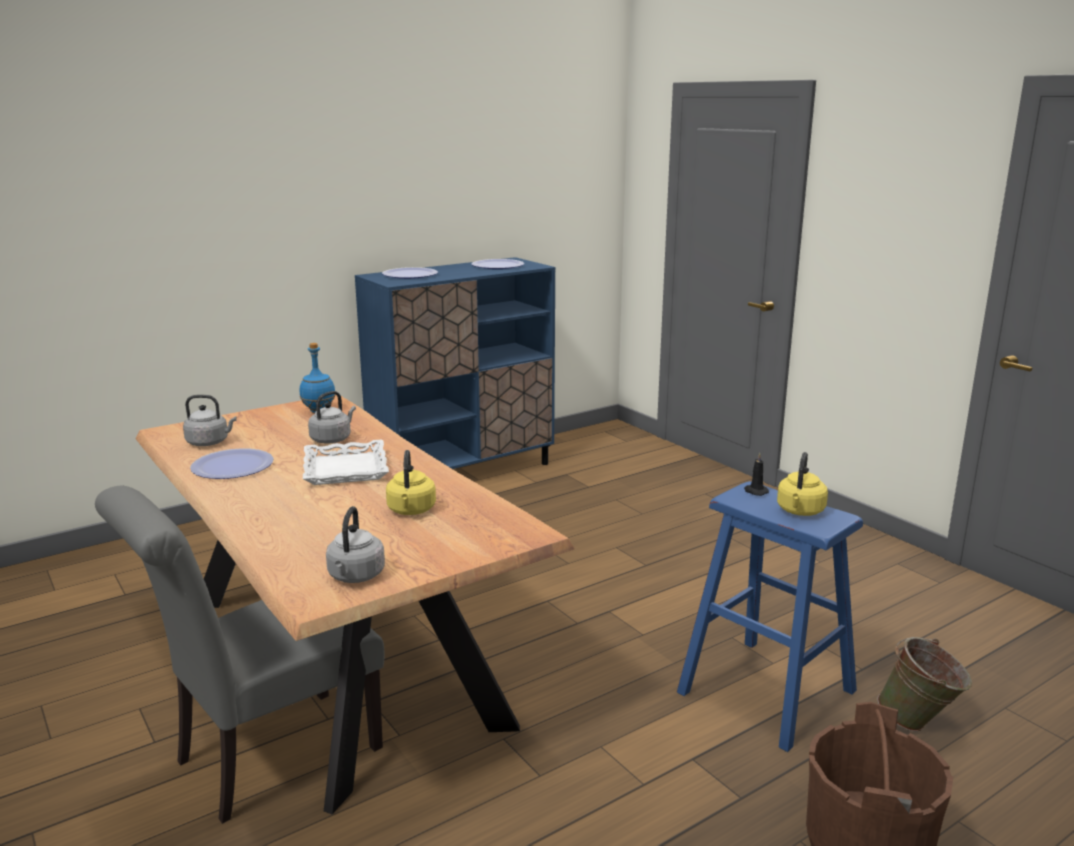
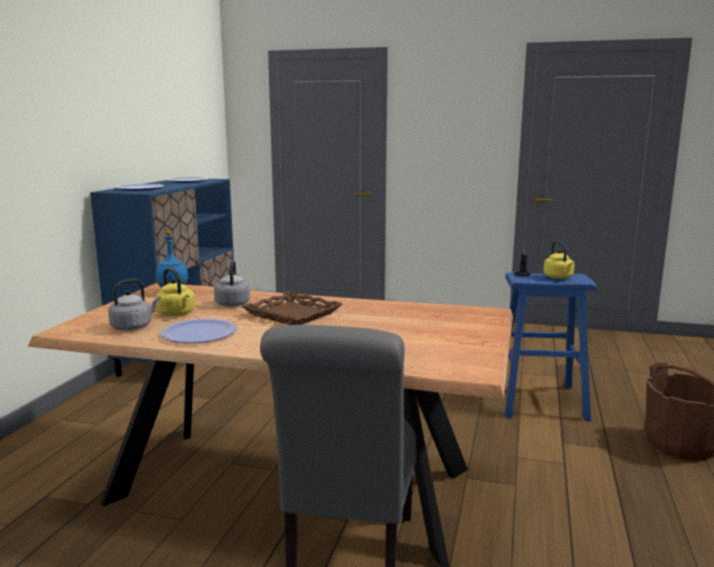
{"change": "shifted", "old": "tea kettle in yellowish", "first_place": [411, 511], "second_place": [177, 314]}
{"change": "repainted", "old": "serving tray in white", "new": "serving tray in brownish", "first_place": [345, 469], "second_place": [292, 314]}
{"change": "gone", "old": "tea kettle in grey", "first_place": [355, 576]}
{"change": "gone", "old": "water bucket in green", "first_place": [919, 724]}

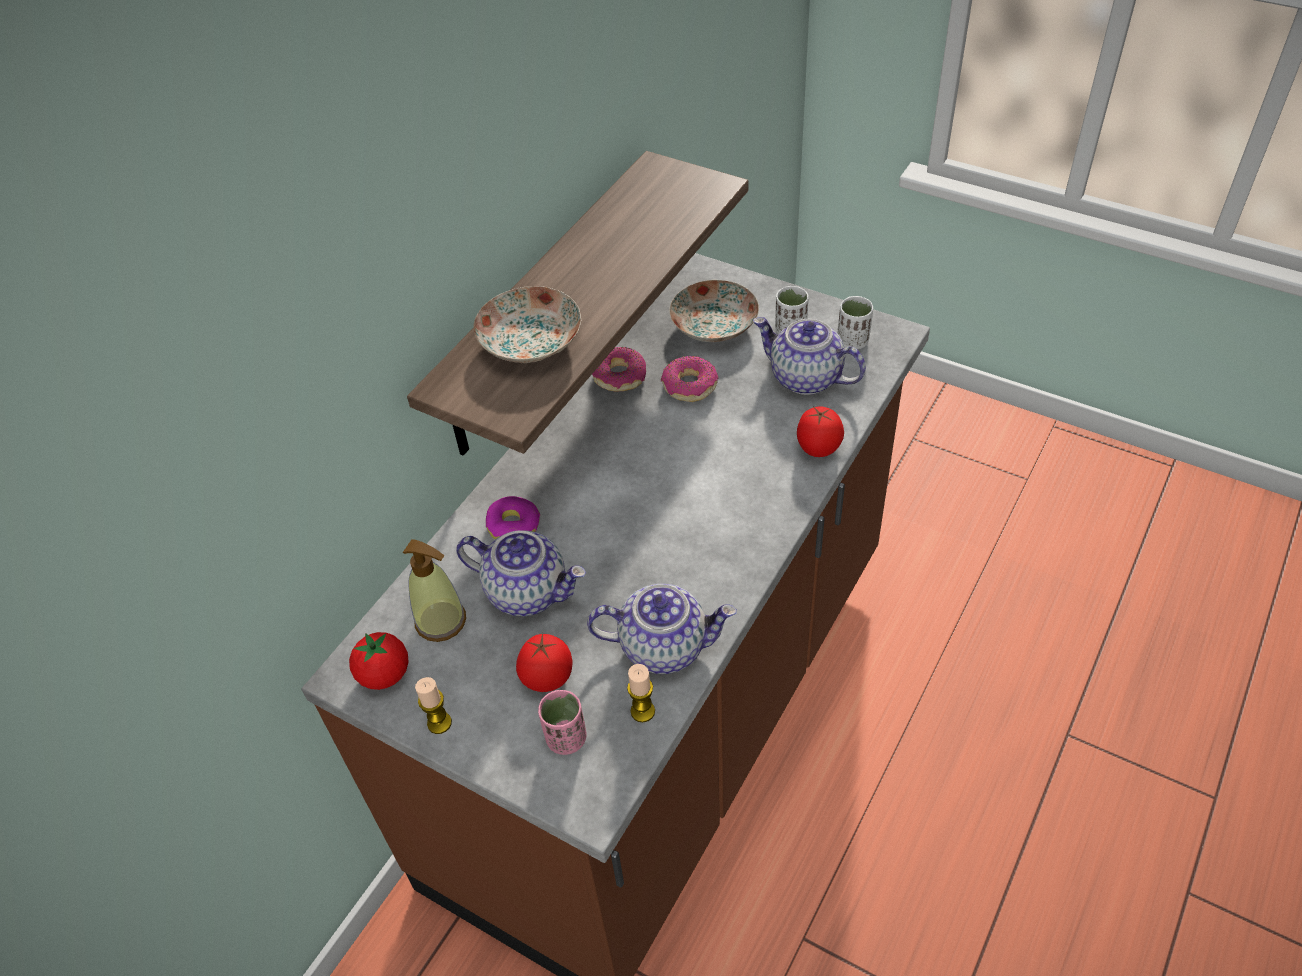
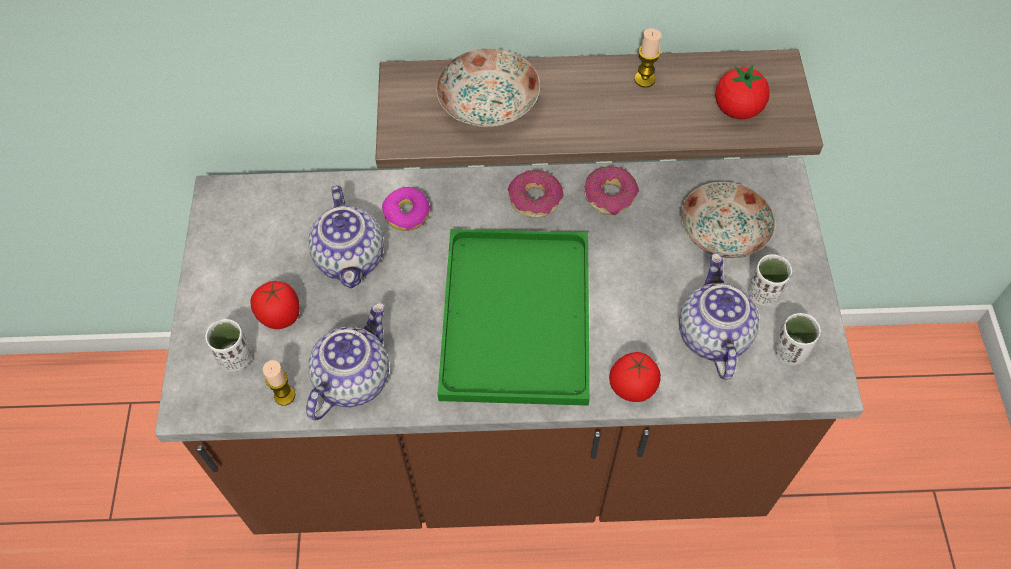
{"change": "repainted", "old": "small cup in pink-coloured", "new": "small cup in white", "first_place": [566, 738], "second_place": [235, 358]}
{"change": "rotated", "old": "teapot", "first_place": [664, 646], "second_place": [352, 378], "degrees": -120}
{"change": "new", "new": "serving tray in green", "second_place": [518, 320]}
{"change": "shifted", "old": "doughnut", "first_place": [689, 386], "second_place": [535, 199]}
{"change": "shifted", "old": "wax candle", "first_place": [439, 723], "second_place": [644, 79]}
{"change": "shifted", "old": "whole tomato", "first_place": [384, 674], "second_place": [737, 109]}
{"change": "gone", "old": "soap bottle", "first_place": [441, 621]}

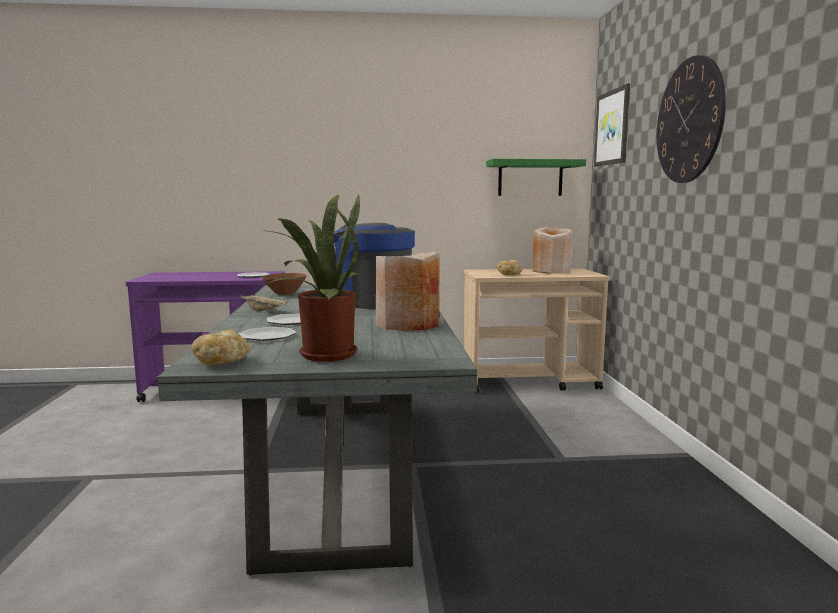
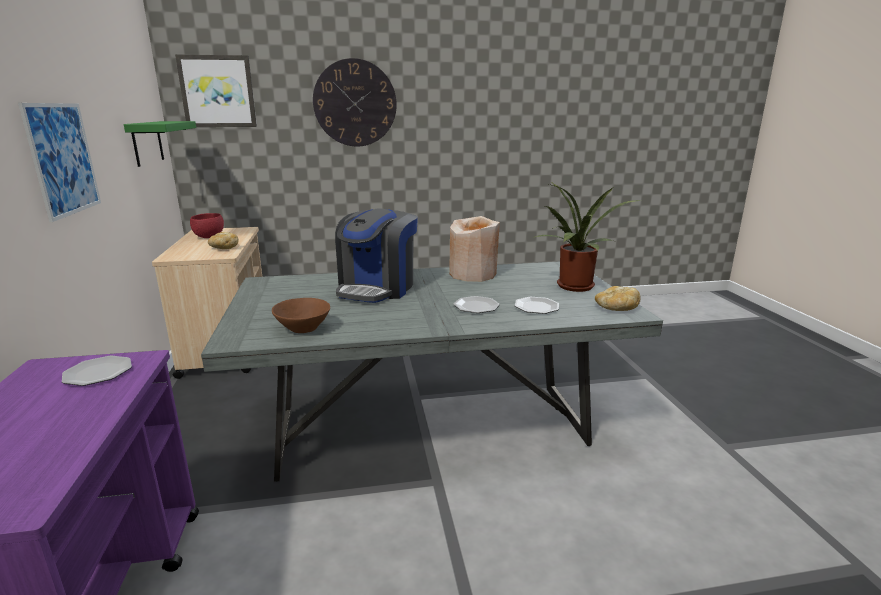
{"change": "new", "new": "picture", "second_place": [63, 159]}
{"change": "swapped", "old": "flower vase in sand-coloured", "new": "deep dish in reddish", "first_place": [551, 271], "second_place": [208, 237]}
{"change": "gone", "old": "serving tray in sand-coloured", "first_place": [265, 311]}

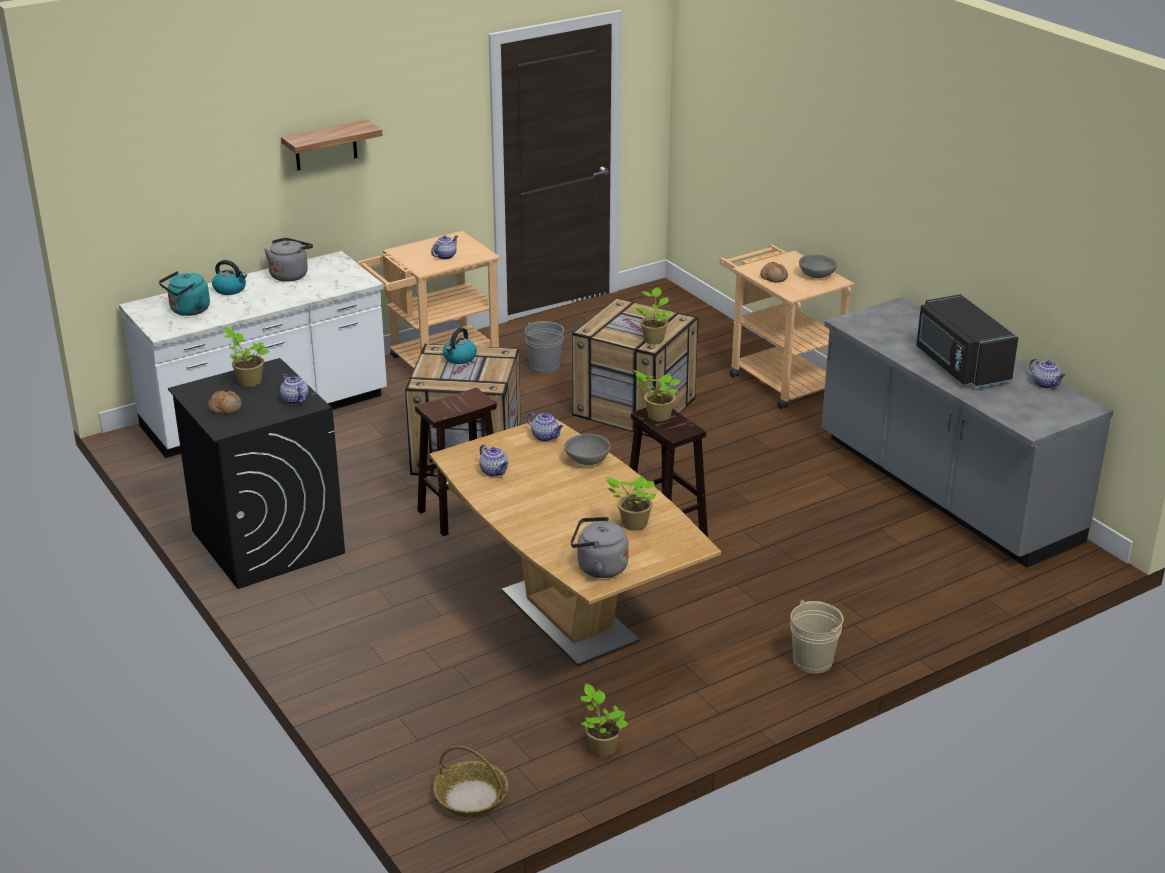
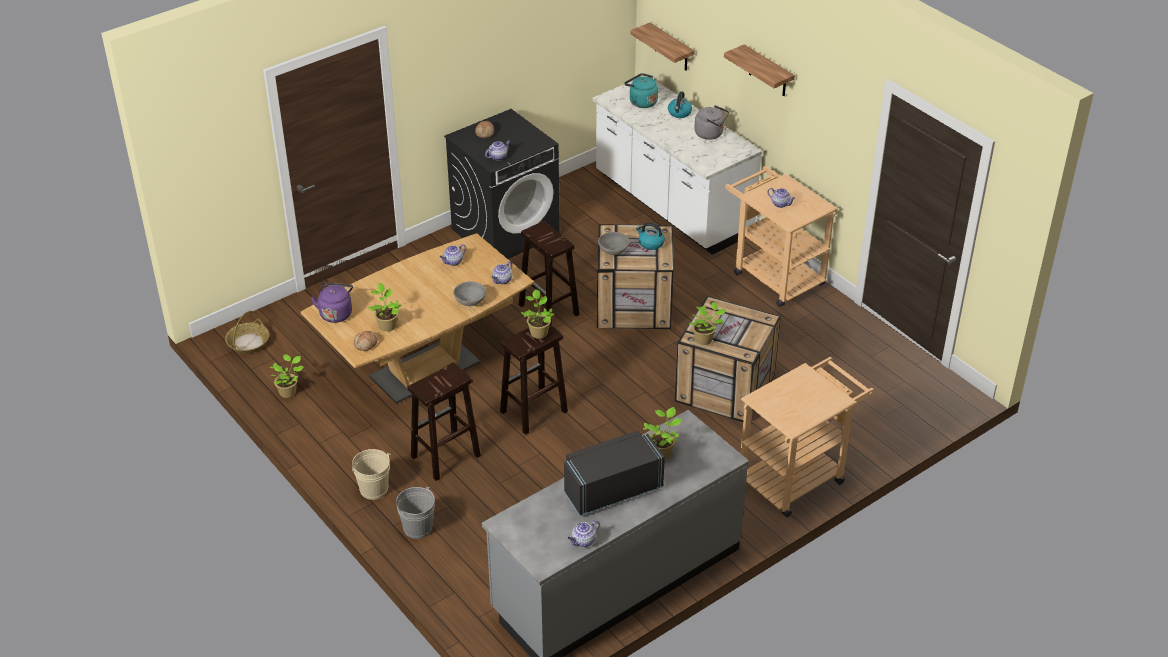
{"change": "repainted", "old": "tea kettle in grey", "new": "tea kettle in purple", "first_place": [598, 567], "second_place": [336, 313]}
{"change": "shifted", "old": "bread", "first_place": [774, 277], "second_place": [366, 344]}
{"change": "shifted", "old": "water bucket in grey", "first_place": [544, 367], "second_place": [417, 528]}
{"change": "new", "new": "sitting stool in brownish", "second_place": [445, 457]}
{"change": "shifted", "old": "deep dish in grey", "first_place": [817, 275], "second_place": [613, 251]}
{"change": "new", "new": "wall shelf", "second_place": [671, 48]}
{"change": "shifted", "old": "plant in a pot", "first_place": [248, 381], "second_place": [662, 452]}

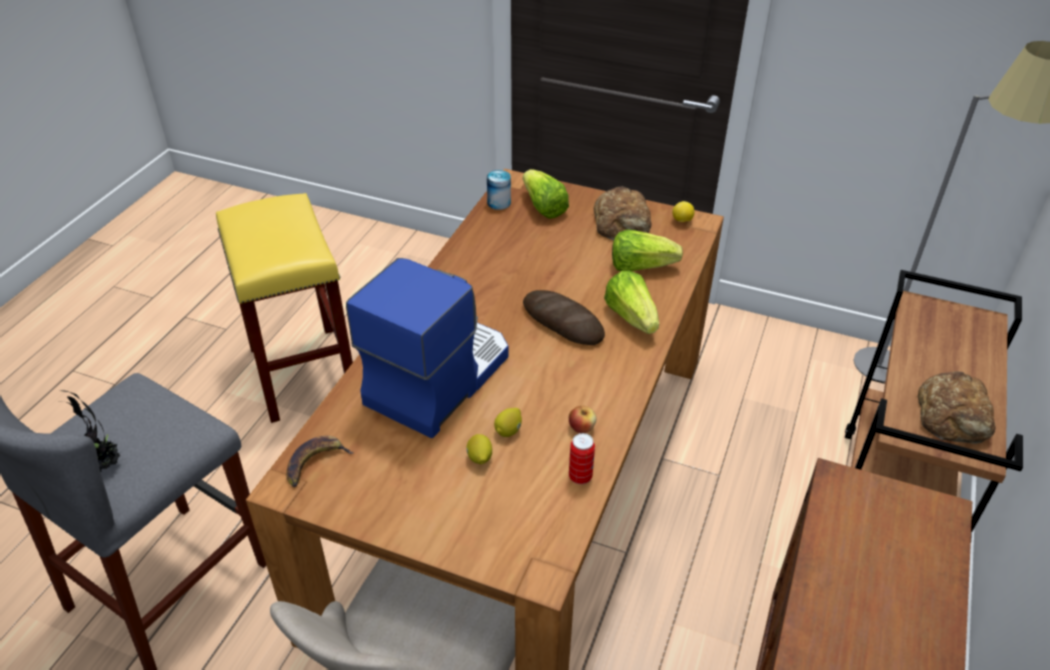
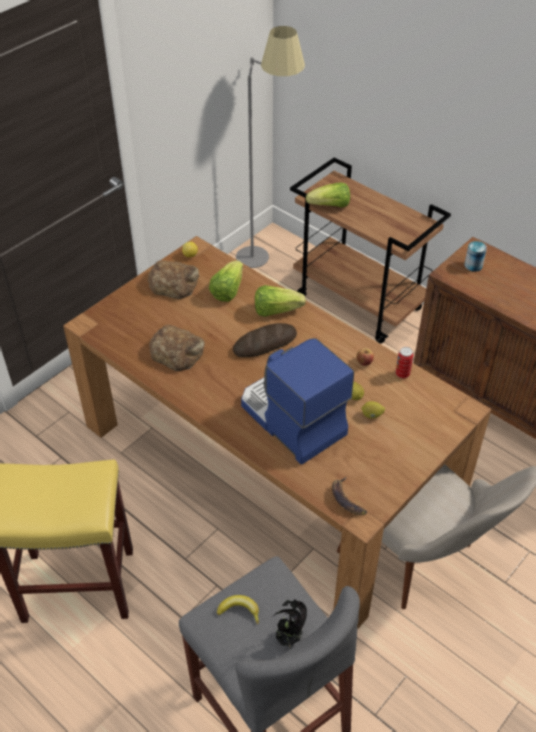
{"change": "shifted", "old": "bread", "first_place": [954, 415], "second_place": [177, 351]}
{"change": "new", "new": "banana", "second_place": [239, 610]}
{"change": "shifted", "old": "lettuce head", "first_place": [543, 207], "second_place": [330, 206]}
{"change": "shifted", "old": "can", "first_place": [499, 203], "second_place": [473, 265]}

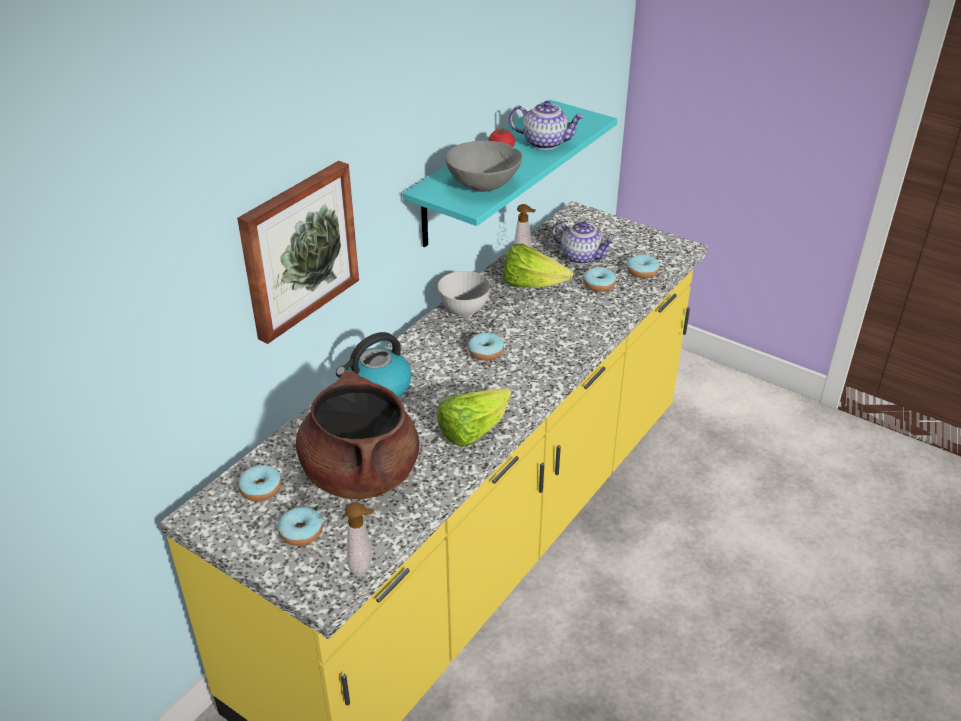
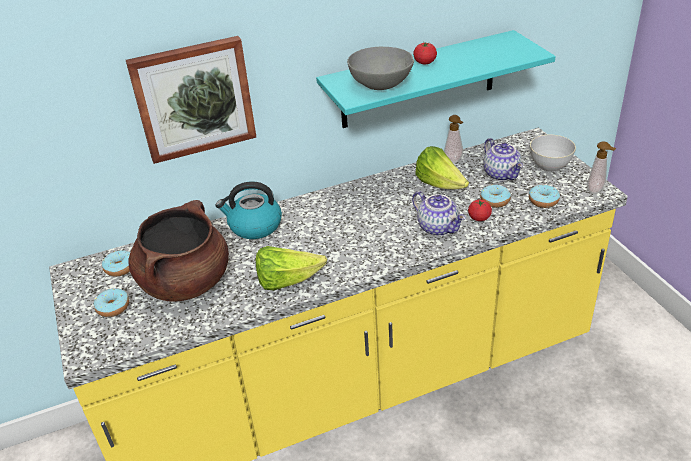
{"change": "shifted", "old": "teapot", "first_place": [545, 143], "second_place": [438, 227]}
{"change": "new", "new": "whole tomato", "second_place": [479, 218]}
{"change": "shifted", "old": "deep dish in grey", "first_place": [464, 309], "second_place": [549, 166]}
{"change": "shifted", "old": "soap bottle", "first_place": [363, 566], "second_place": [596, 191]}
{"change": "gone", "old": "doughnut", "first_place": [486, 352]}

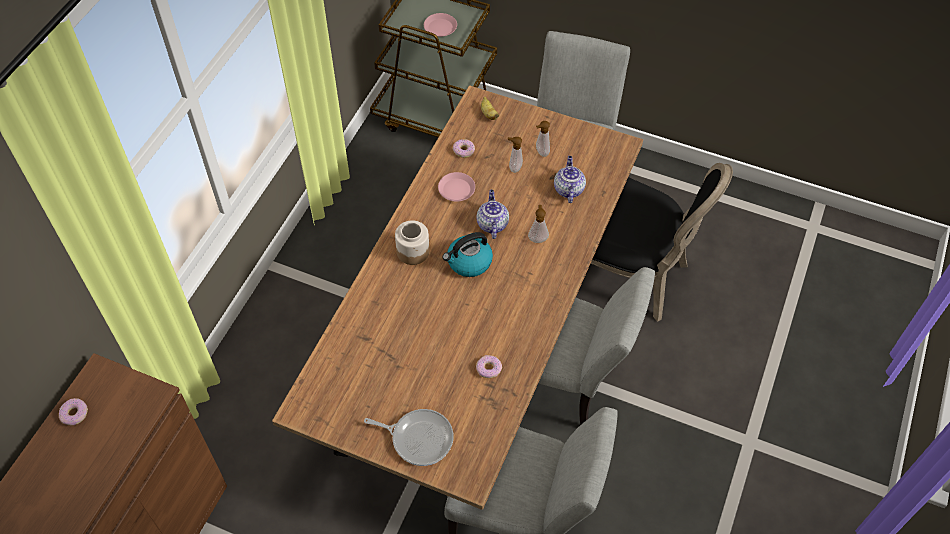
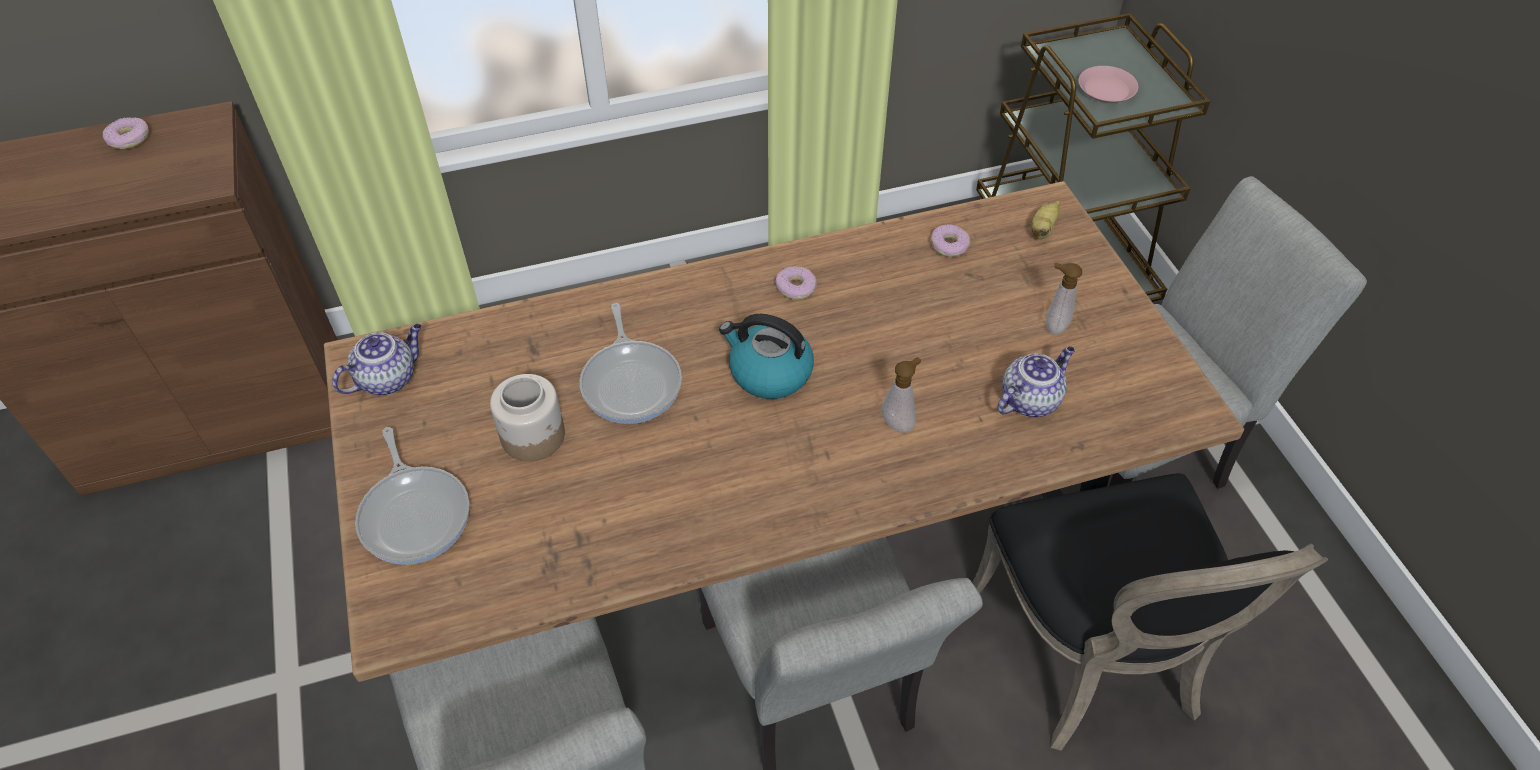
{"change": "shifted", "old": "teapot", "first_place": [492, 224], "second_place": [388, 378]}
{"change": "shifted", "old": "jar", "first_place": [413, 251], "second_place": [534, 436]}
{"change": "new", "new": "pan", "second_place": [631, 382]}
{"change": "shifted", "old": "doughnut", "first_place": [488, 368], "second_place": [796, 287]}
{"change": "gone", "old": "dinner plate in pink-coloured", "first_place": [456, 189]}
{"change": "gone", "old": "soap bottle", "first_place": [514, 168]}

